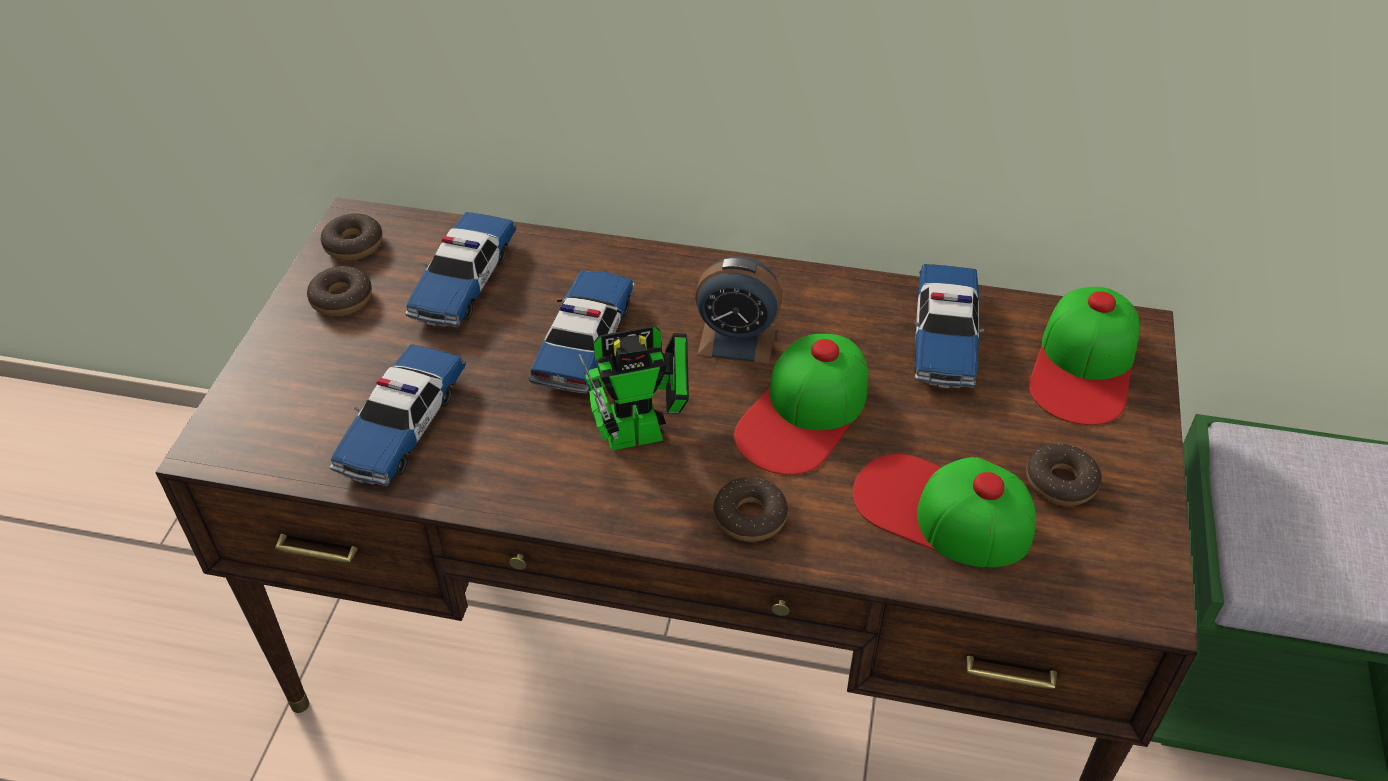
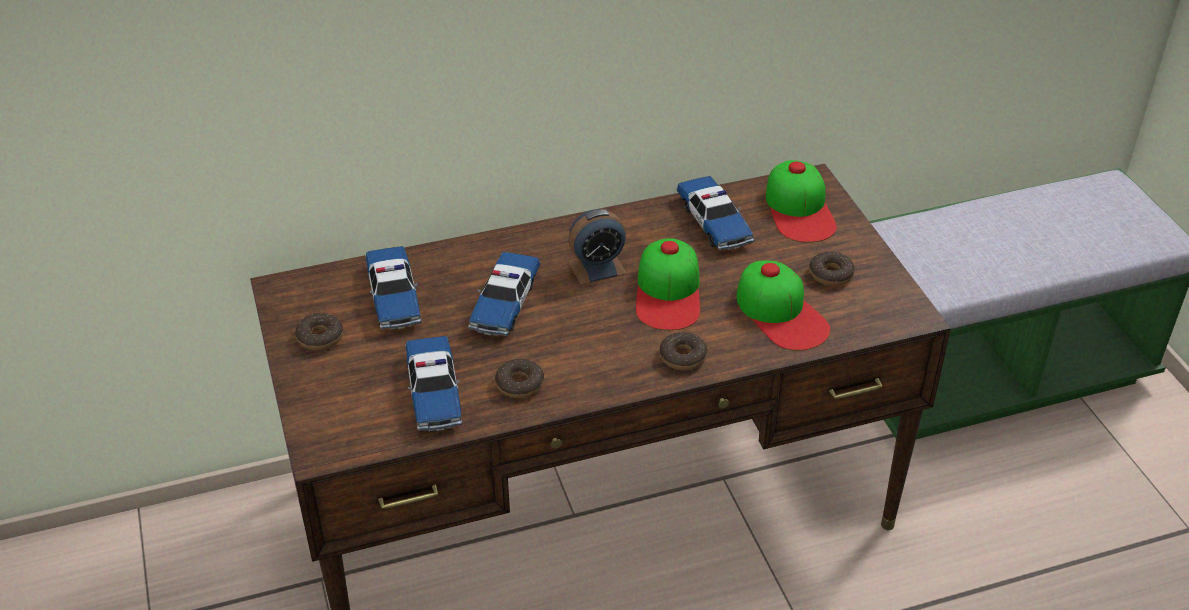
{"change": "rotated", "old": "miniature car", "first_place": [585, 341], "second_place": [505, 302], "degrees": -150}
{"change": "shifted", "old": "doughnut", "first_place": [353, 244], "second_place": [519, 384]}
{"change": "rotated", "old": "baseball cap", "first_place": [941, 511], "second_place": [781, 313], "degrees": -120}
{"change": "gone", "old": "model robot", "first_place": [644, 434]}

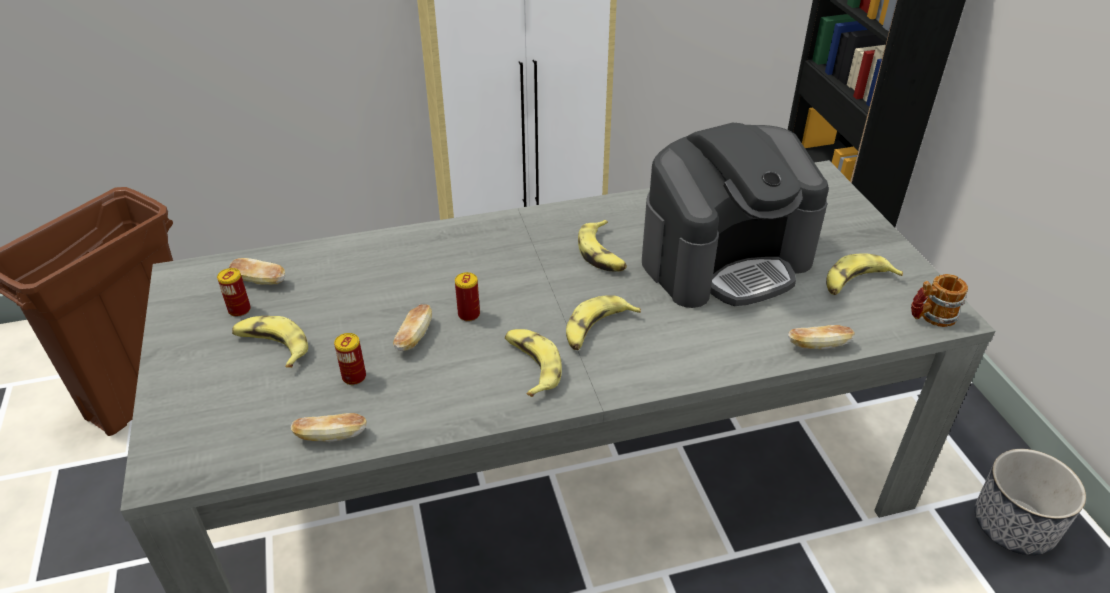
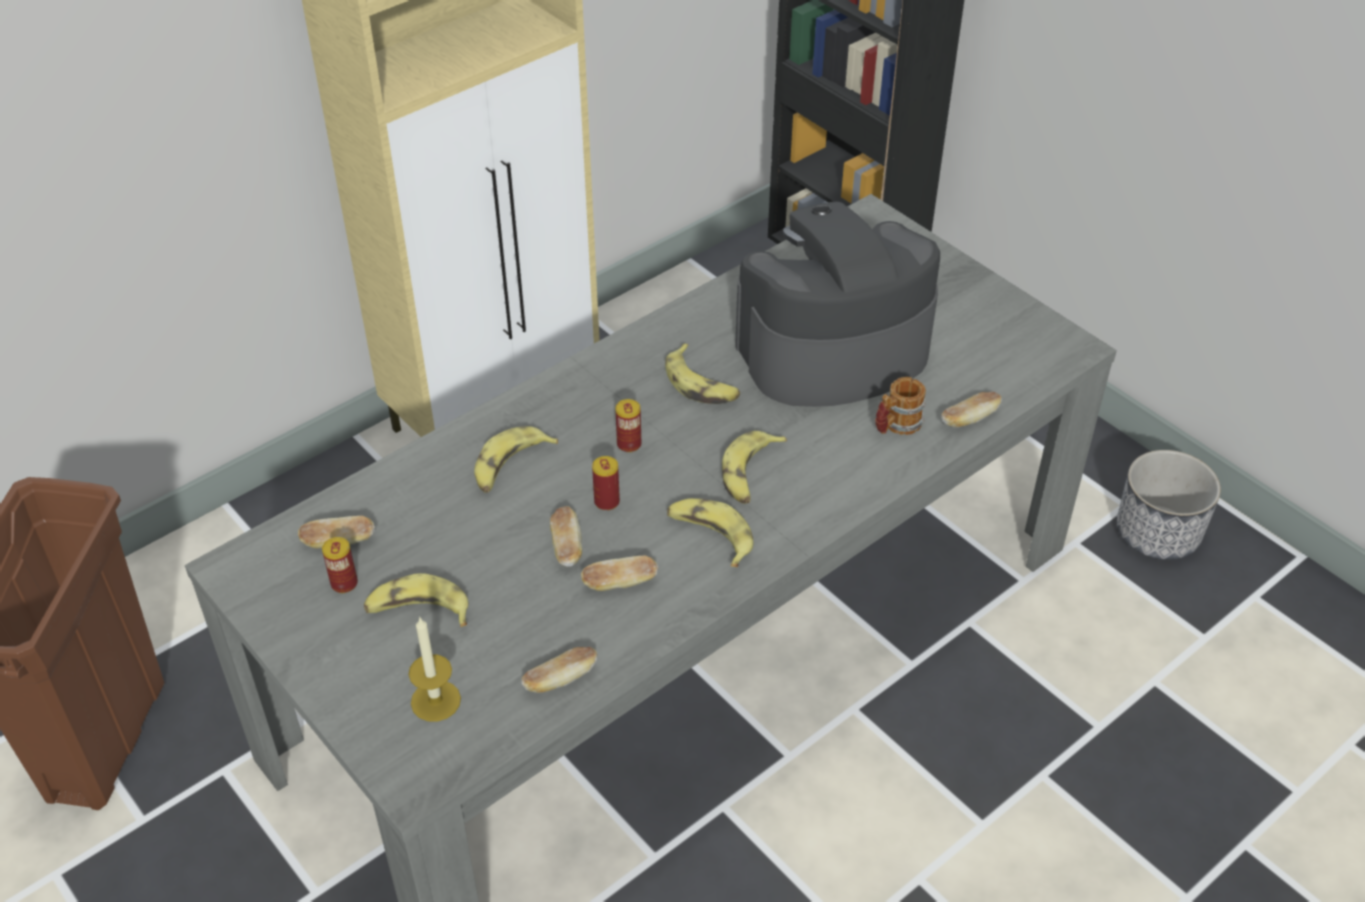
{"change": "new", "new": "wax candle", "second_place": [435, 701]}
{"change": "shifted", "old": "banana", "first_place": [856, 283], "second_place": [510, 466]}
{"change": "new", "new": "bread", "second_place": [620, 583]}
{"change": "shifted", "old": "can", "first_place": [354, 377], "second_place": [629, 444]}
{"change": "rotated", "old": "coffee brewer", "first_place": [725, 260], "second_place": [832, 352], "degrees": -150}
{"change": "shifted", "old": "tea mug", "first_place": [931, 317], "second_place": [896, 426]}

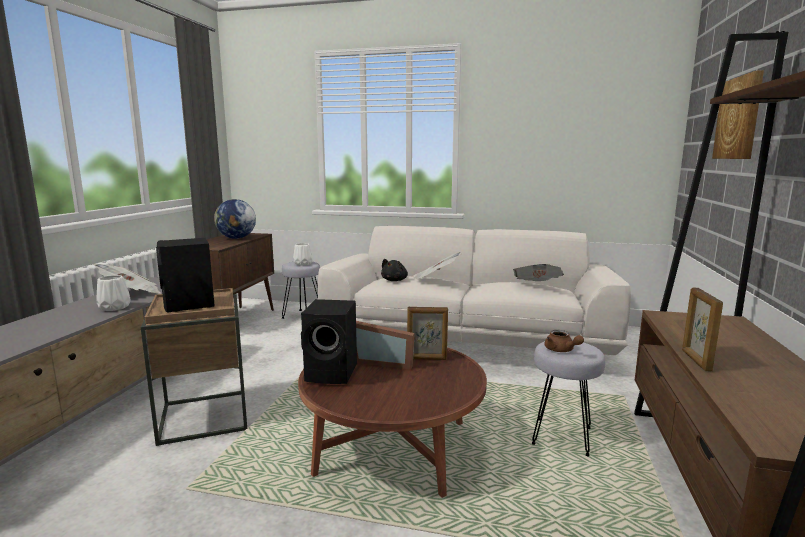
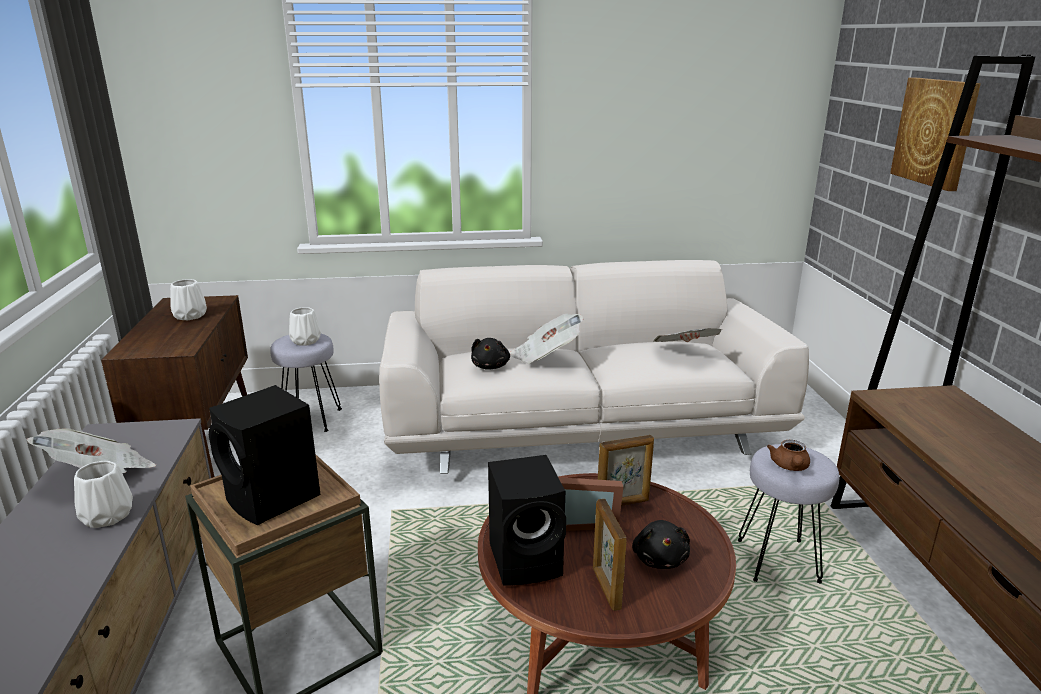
{"change": "swapped", "old": "desk globe", "new": "flower vase in white", "first_place": [236, 238], "second_place": [189, 316]}
{"change": "shifted", "old": "photo frame", "first_place": [695, 360], "second_place": [606, 588]}
{"change": "new", "new": "plush toy in black-coloured", "second_place": [660, 558]}
{"change": "rotated", "old": "teapot in brownish", "first_place": [561, 350], "second_place": [789, 467], "degrees": 60}

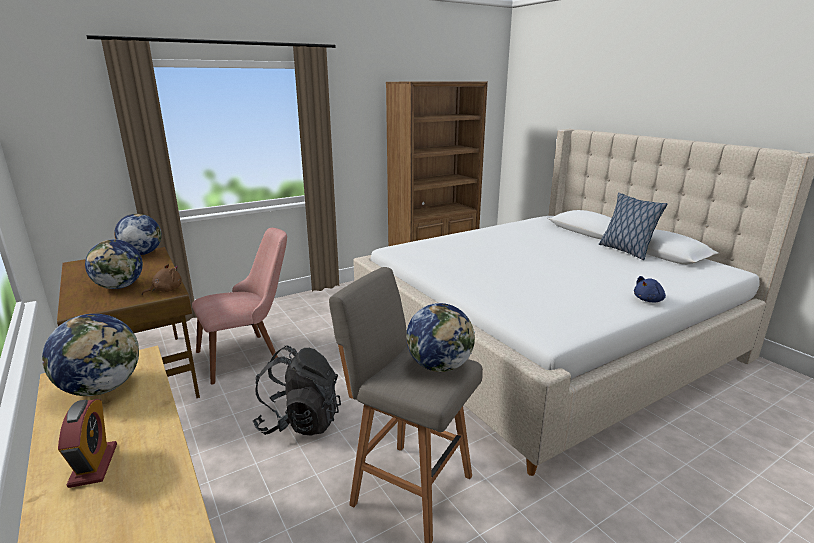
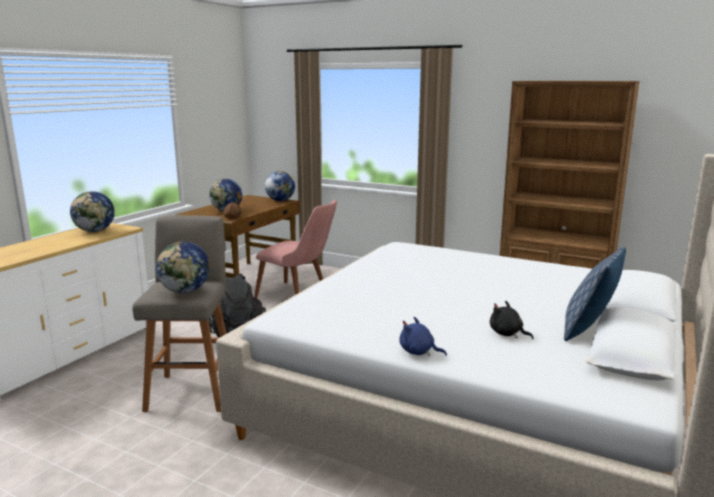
{"change": "new", "new": "plush toy in black-coloured", "second_place": [507, 334]}
{"change": "gone", "old": "table clock", "first_place": [93, 465]}

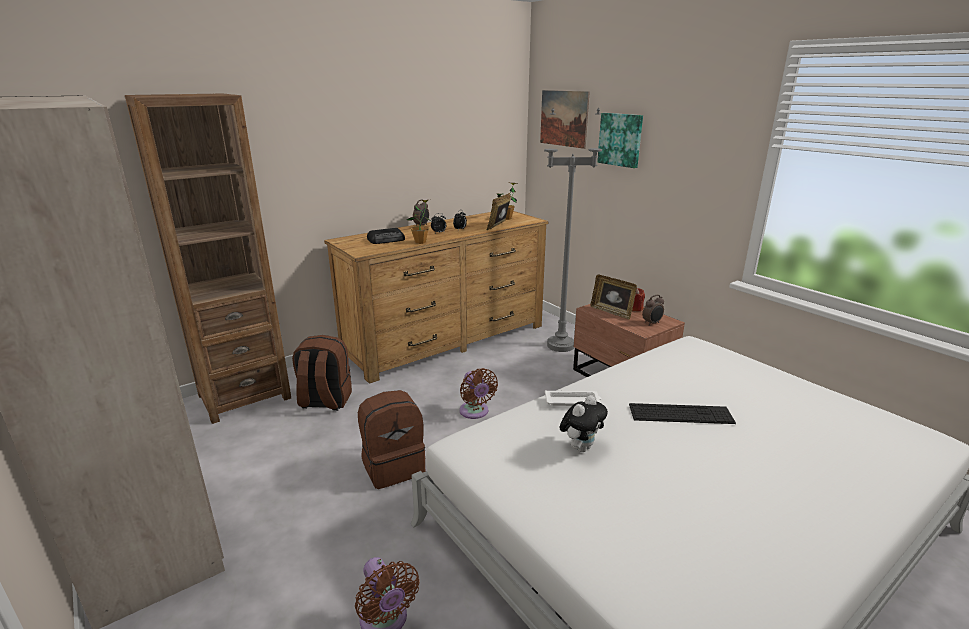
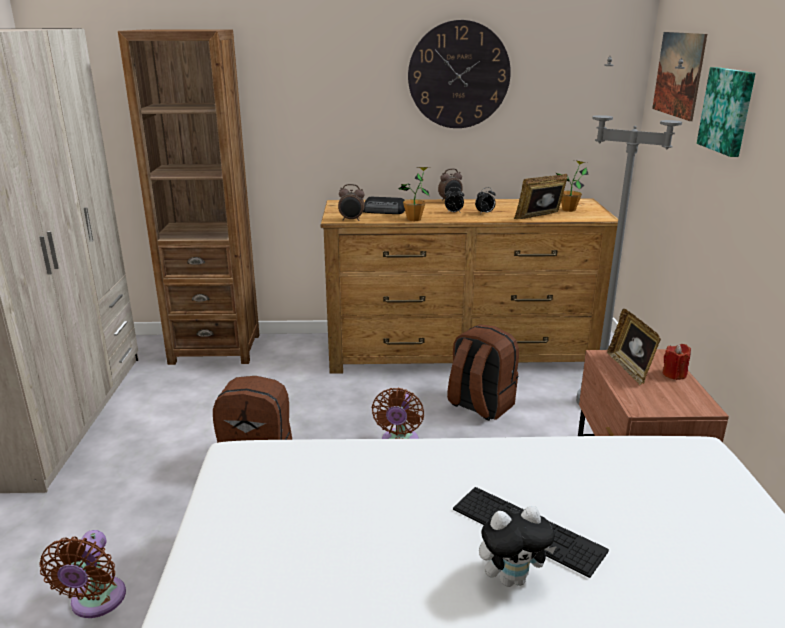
{"change": "shifted", "old": "table clock", "first_place": [652, 323], "second_place": [351, 220]}
{"change": "new", "new": "wall clock", "second_place": [458, 75]}
{"change": "shifted", "old": "knapsack in brownish", "first_place": [325, 401], "second_place": [480, 405]}
{"change": "shifted", "old": "plush toy", "first_place": [581, 447], "second_place": [512, 578]}
{"change": "gone", "old": "serving tray in white", "first_place": [573, 401]}

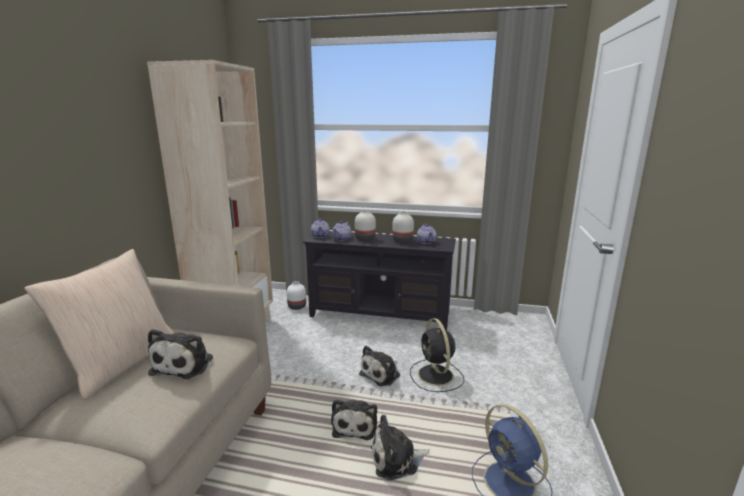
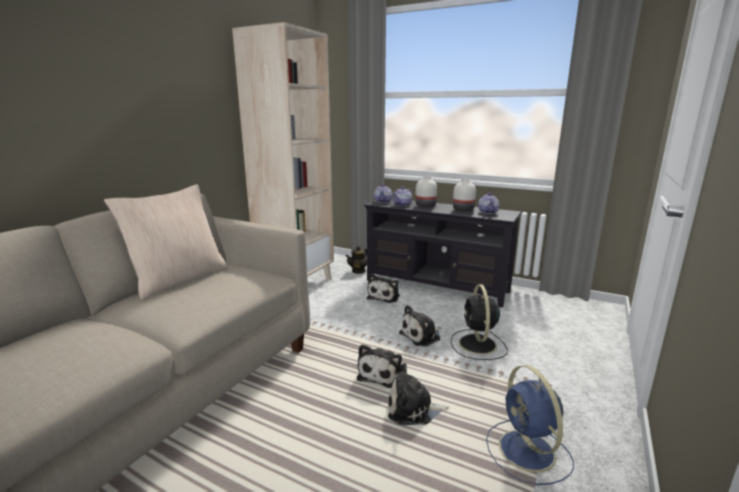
{"change": "swapped", "old": "flower vase in white", "new": "teapot", "first_place": [297, 306], "second_place": [358, 271]}
{"change": "shifted", "old": "plush toy", "first_place": [185, 364], "second_place": [384, 296]}

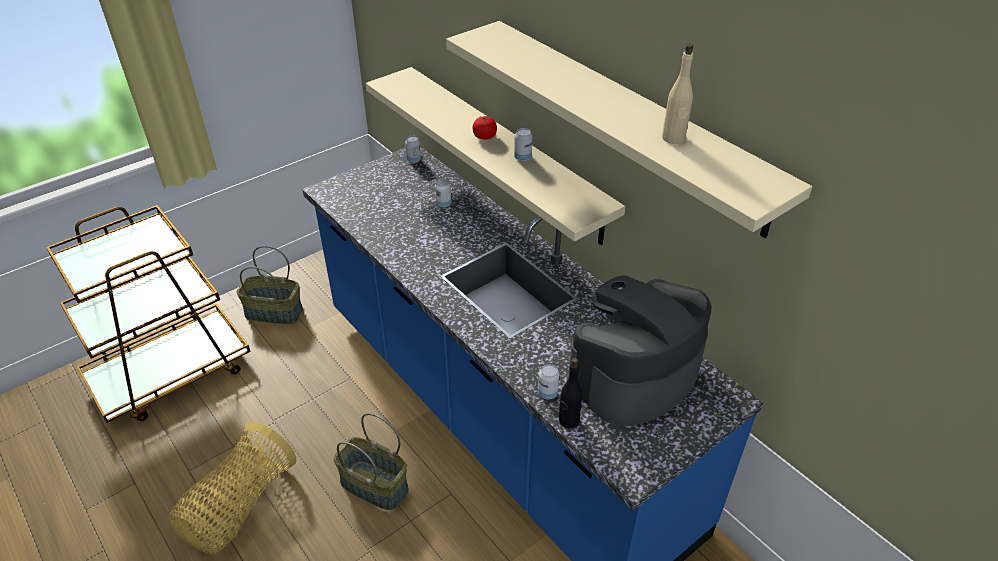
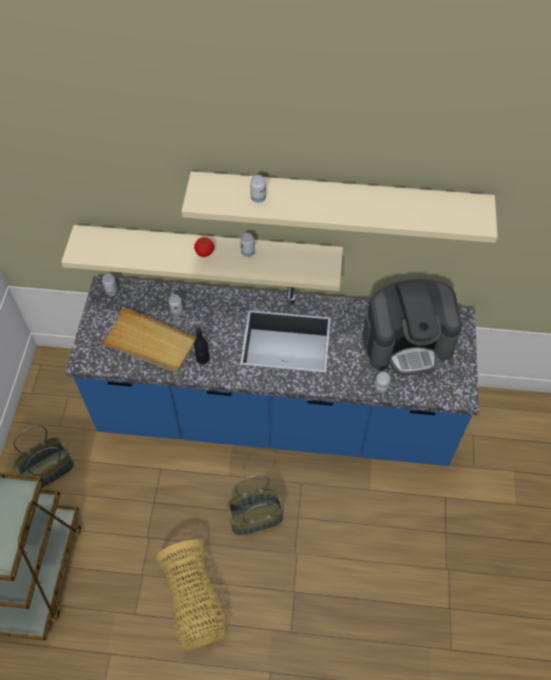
{"change": "new", "new": "serving tray in sand-coloured", "second_place": [149, 343]}
{"change": "shifted", "old": "beverage bottle in black-coloured", "first_place": [568, 420], "second_place": [202, 359]}
{"change": "new", "new": "can", "second_place": [258, 198]}
{"change": "rotated", "old": "coffee brewer", "first_place": [633, 376], "second_place": [407, 342], "degrees": -105}
{"change": "gone", "old": "beverage bottle in sand-coloured", "first_place": [673, 138]}

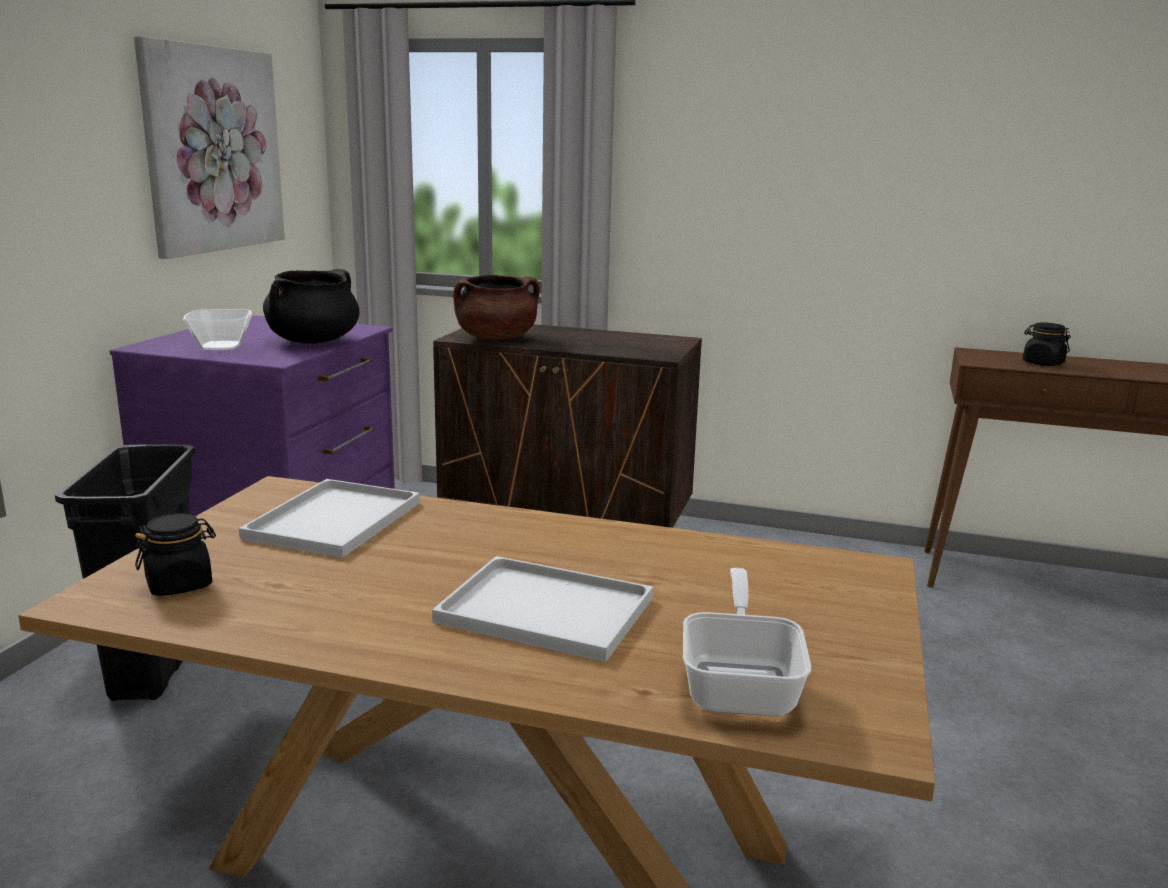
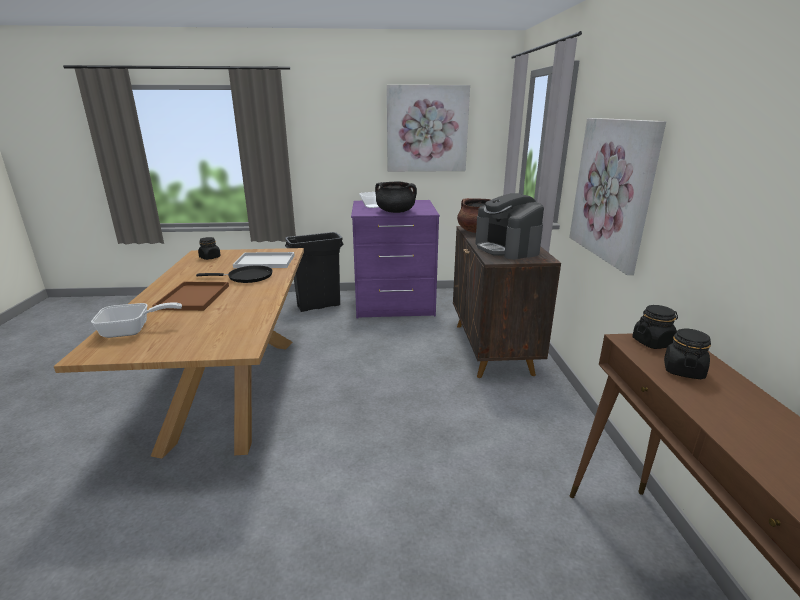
{"change": "repainted", "old": "serving tray in white", "new": "serving tray in brownish", "first_place": [550, 610], "second_place": [193, 298]}
{"change": "new", "new": "pan in black-coloured", "second_place": [247, 277]}
{"change": "new", "new": "coffee brewer", "second_place": [507, 249]}
{"change": "new", "new": "picture", "second_place": [612, 190]}
{"change": "new", "new": "jar in black-coloured", "second_place": [652, 342]}

